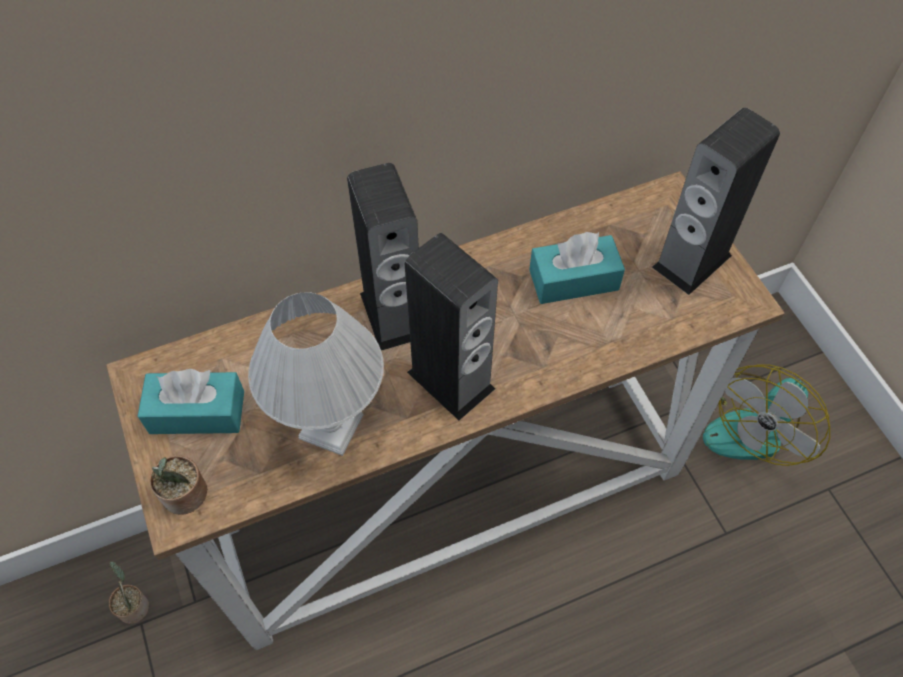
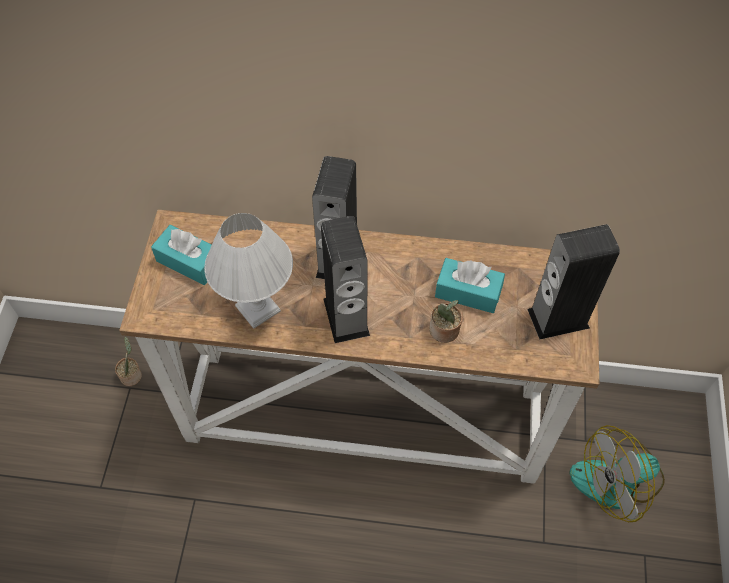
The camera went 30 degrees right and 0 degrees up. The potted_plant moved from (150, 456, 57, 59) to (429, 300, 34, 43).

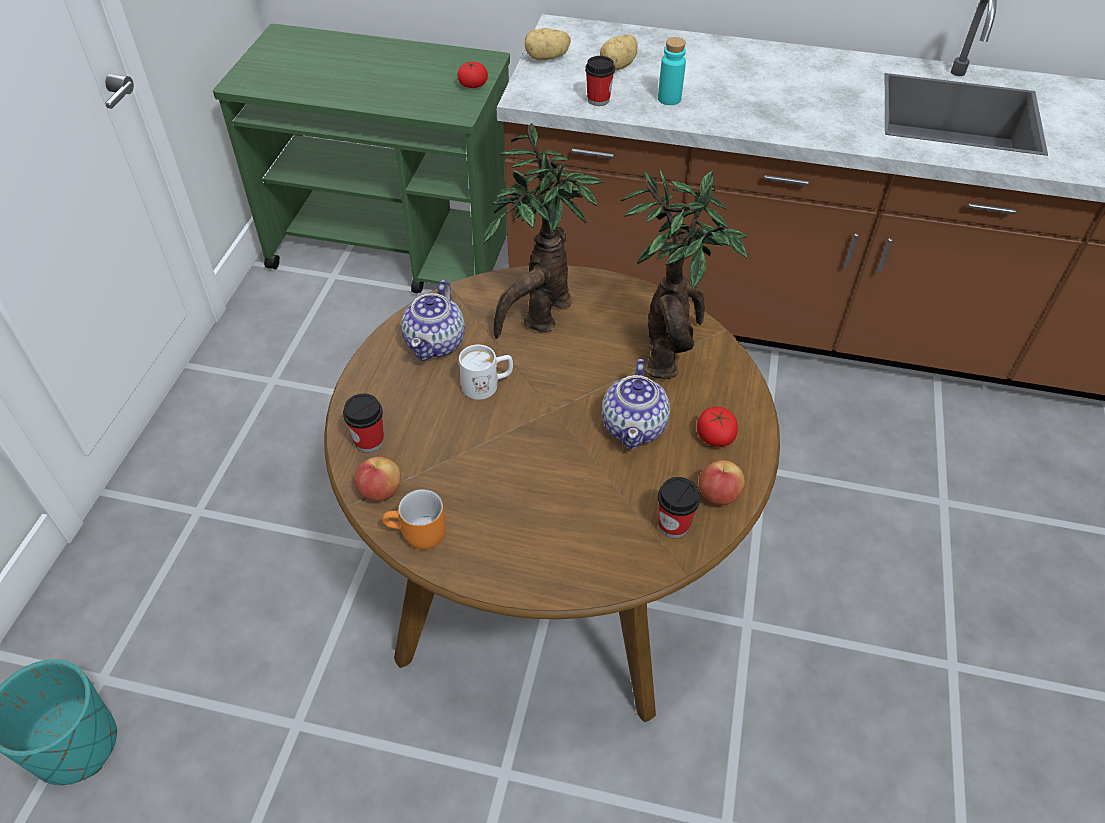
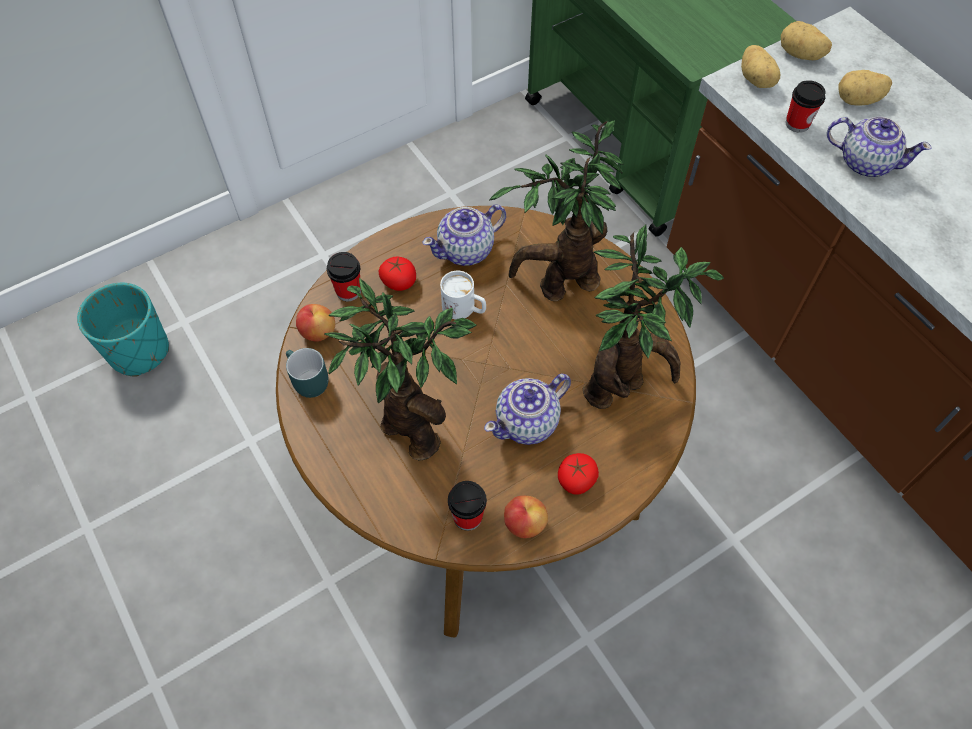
The camera went 45 degrees right and 10 degrees up. The potted_plant at (324, 278, 152, 183) appeared. The whole_potato at (741, 45, 39, 43) appeared. The tomato moved from (457, 62, 31, 26) to (379, 256, 37, 35). The blue-green_bottle at (658, 37, 28, 68) was replaced by the pot_for_tea at (827, 116, 105, 61). The orangey_coffee_mug at (382, 489, 64, 61) became the blue-green_coffee_mug at (286, 348, 42, 50).

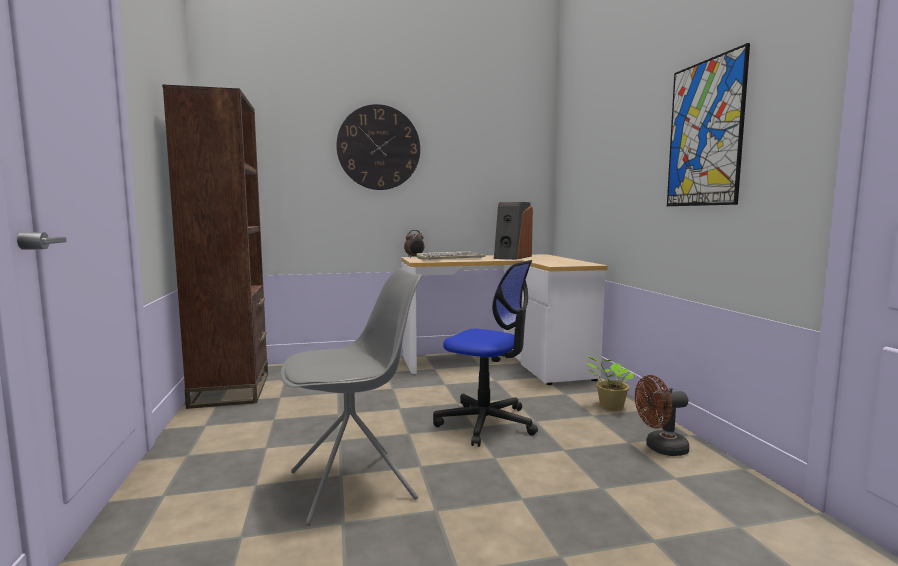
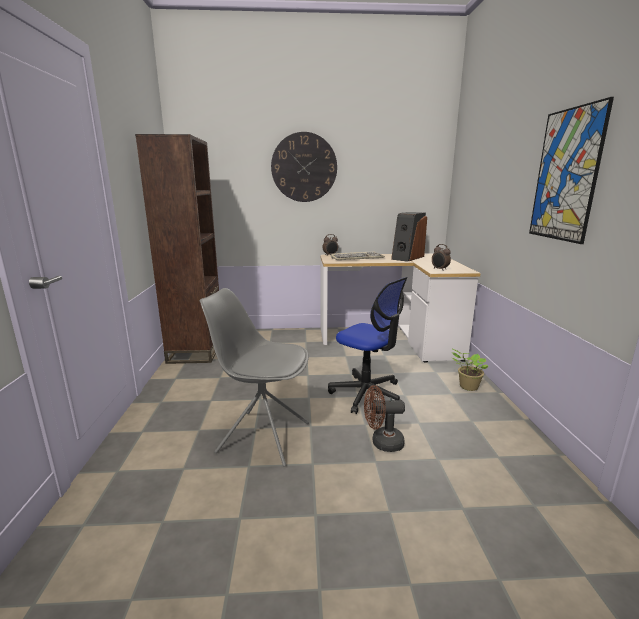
The camera went 10 degrees right and 10 degrees up. The alarm_clock at (432, 244, 19, 27) appeared. The brownish_cooling_fan moved from (635, 375, 55, 81) to (364, 385, 41, 67). The grey_upright_chair at (280, 268, 143, 258) turned 150 degrees counterclockwise.

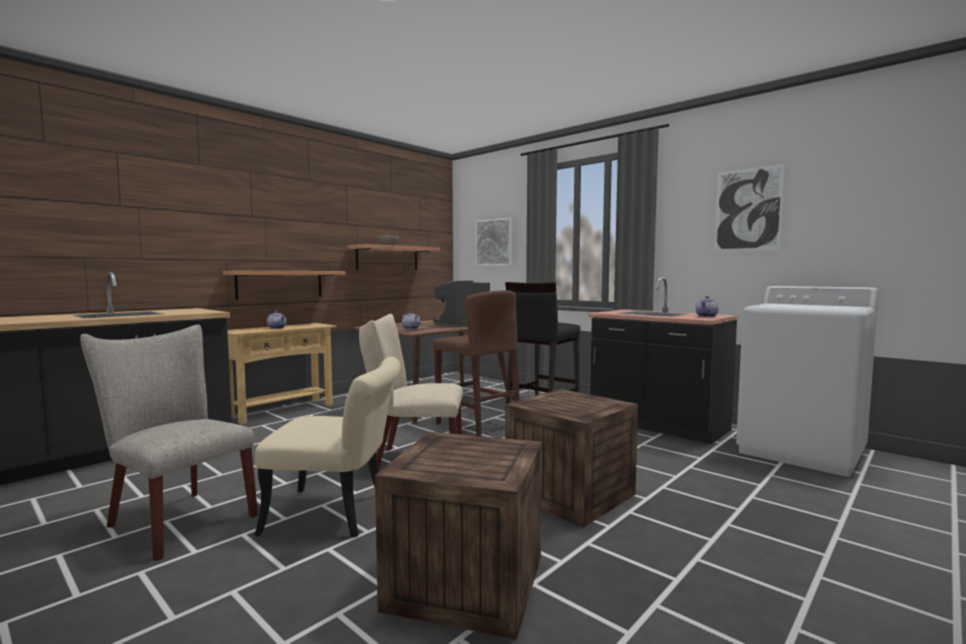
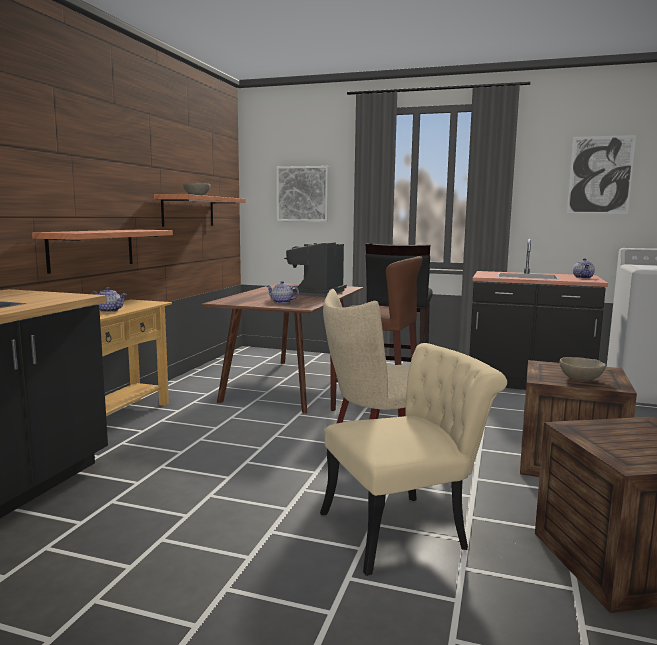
The camera went 25 degrees left and 5 degrees up. The beige-coloured_upright_chair at (80, 325, 178, 236) disappeared. The beige-coloured_serving_bowl at (560, 357, 46, 24) appeared.

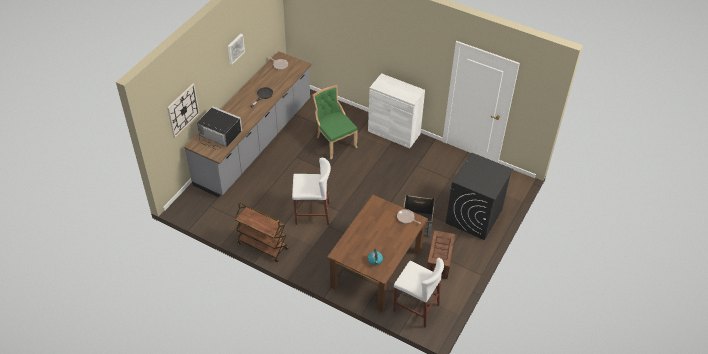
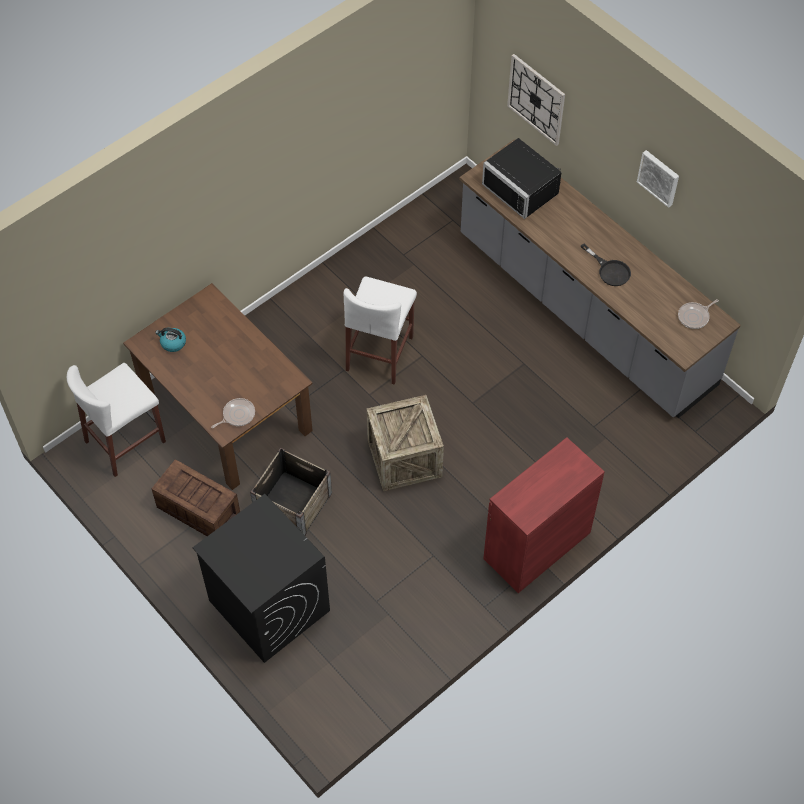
The camera went 110 degrees right and 10 degrees up. The brownish_wheeled_cart at (234, 203, 54, 59) disappeared. The greenish_upright_chair at (313, 85, 45, 74) disappeared. The crate at (366, 395, 78, 96) appeared. The white_cupboard at (368, 73, 57, 75) became the red-coloured_cupboard at (483, 437, 122, 156). The black_microwave_oven at (197, 107, 45, 43) turned 90 degrees clockwise.

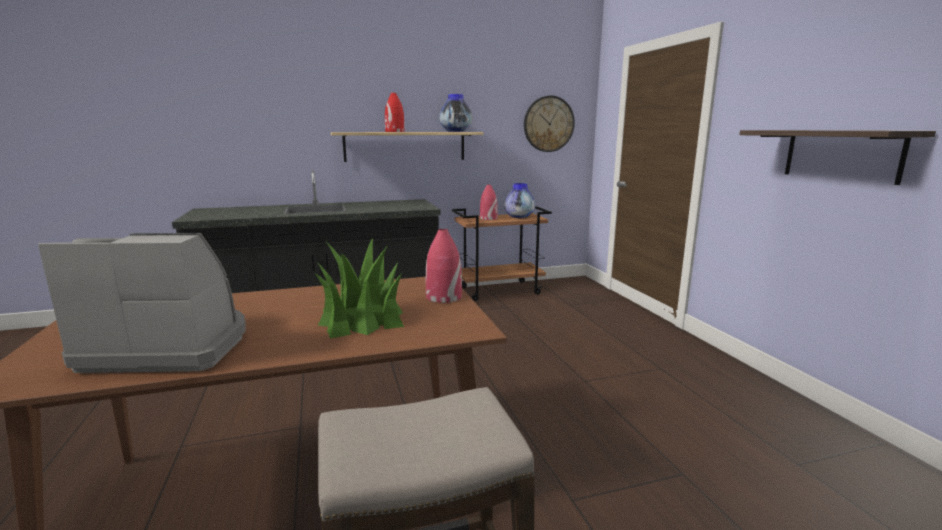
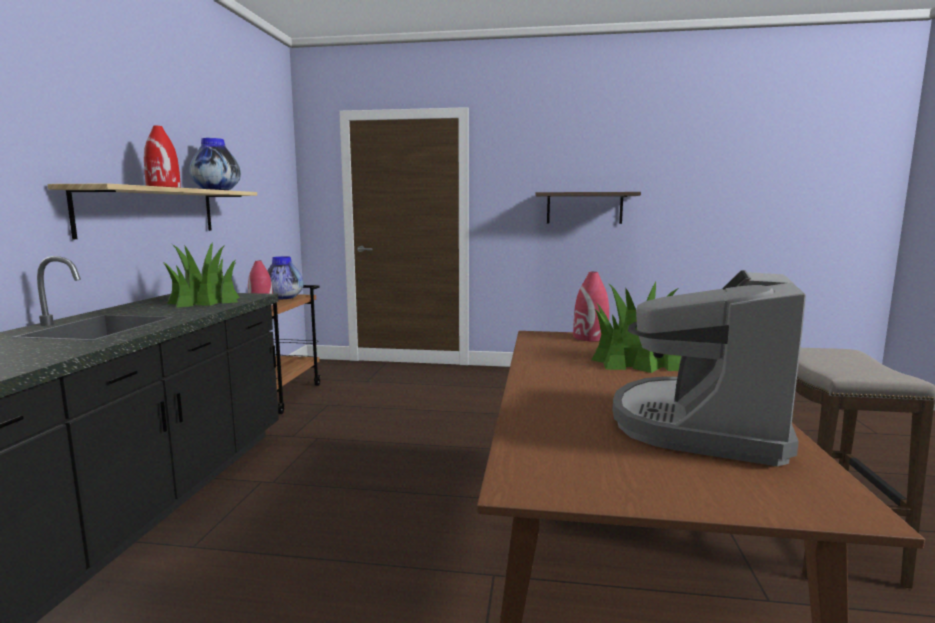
The camera went 65 degrees left and 5 degrees down. The wall_clock at (524, 95, 51, 57) disappeared. The potted_plant at (164, 241, 76, 67) appeared.

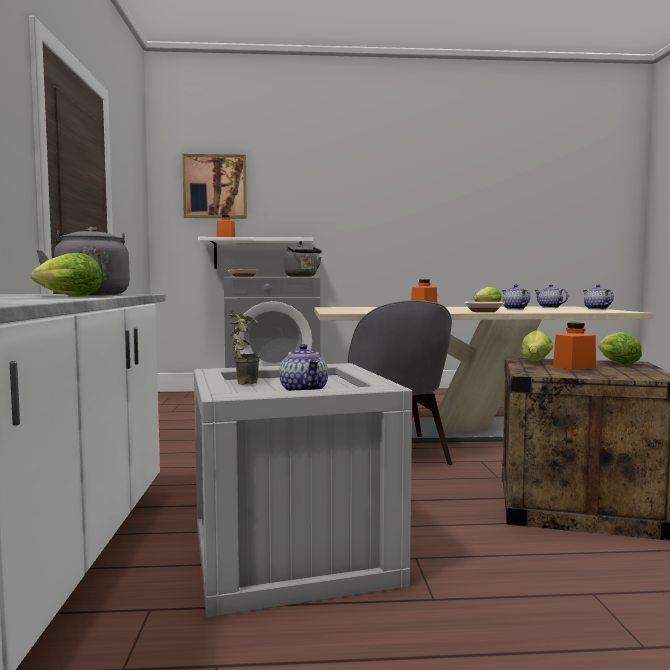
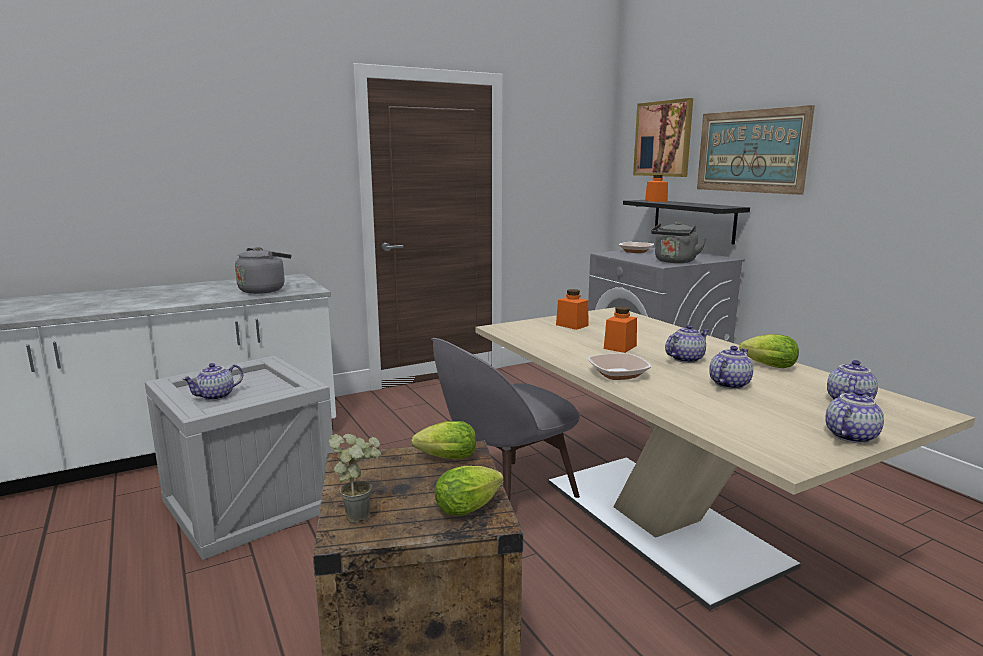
The camera went 65 degrees right and 10 degrees up. The lettuce at (31, 253, 71, 44) disappeared. The pot_for_tea at (665, 325, 44, 38) appeared. The picture at (697, 105, 118, 90) appeared. The potted_plant moved from (228, 310, 32, 75) to (328, 434, 53, 89). The orangey_jar moved from (553, 323, 43, 47) to (556, 289, 32, 41). The white_bracket_shelf at (198, 237, 115, 31) became the black_bracket_shelf at (623, 200, 127, 45).

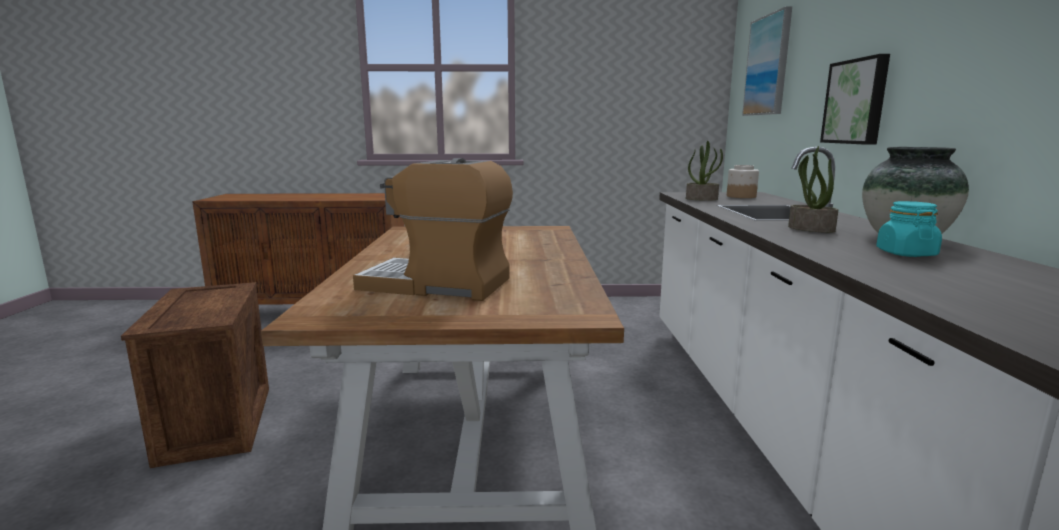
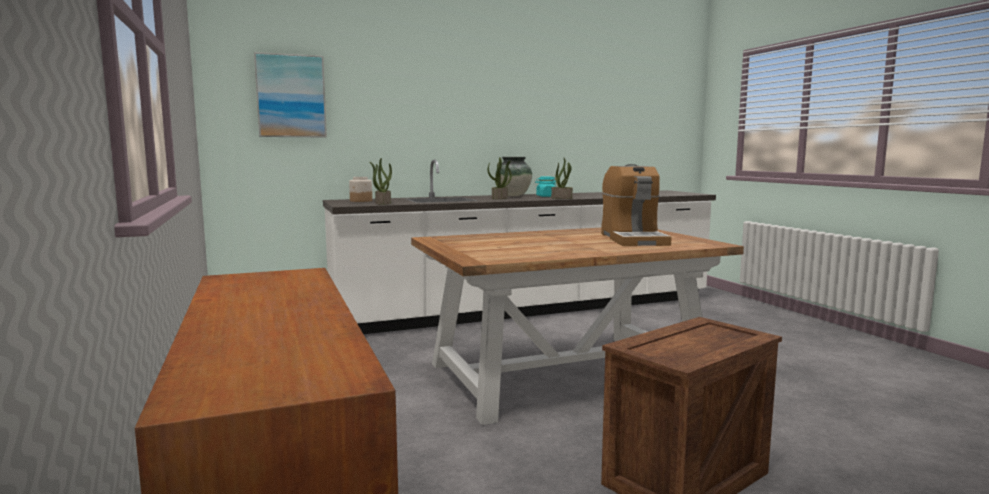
The camera went 110 degrees left and 5 degrees down. The picture at (820, 54, 70, 91) disappeared. The potted_plant at (551, 158, 22, 41) appeared.

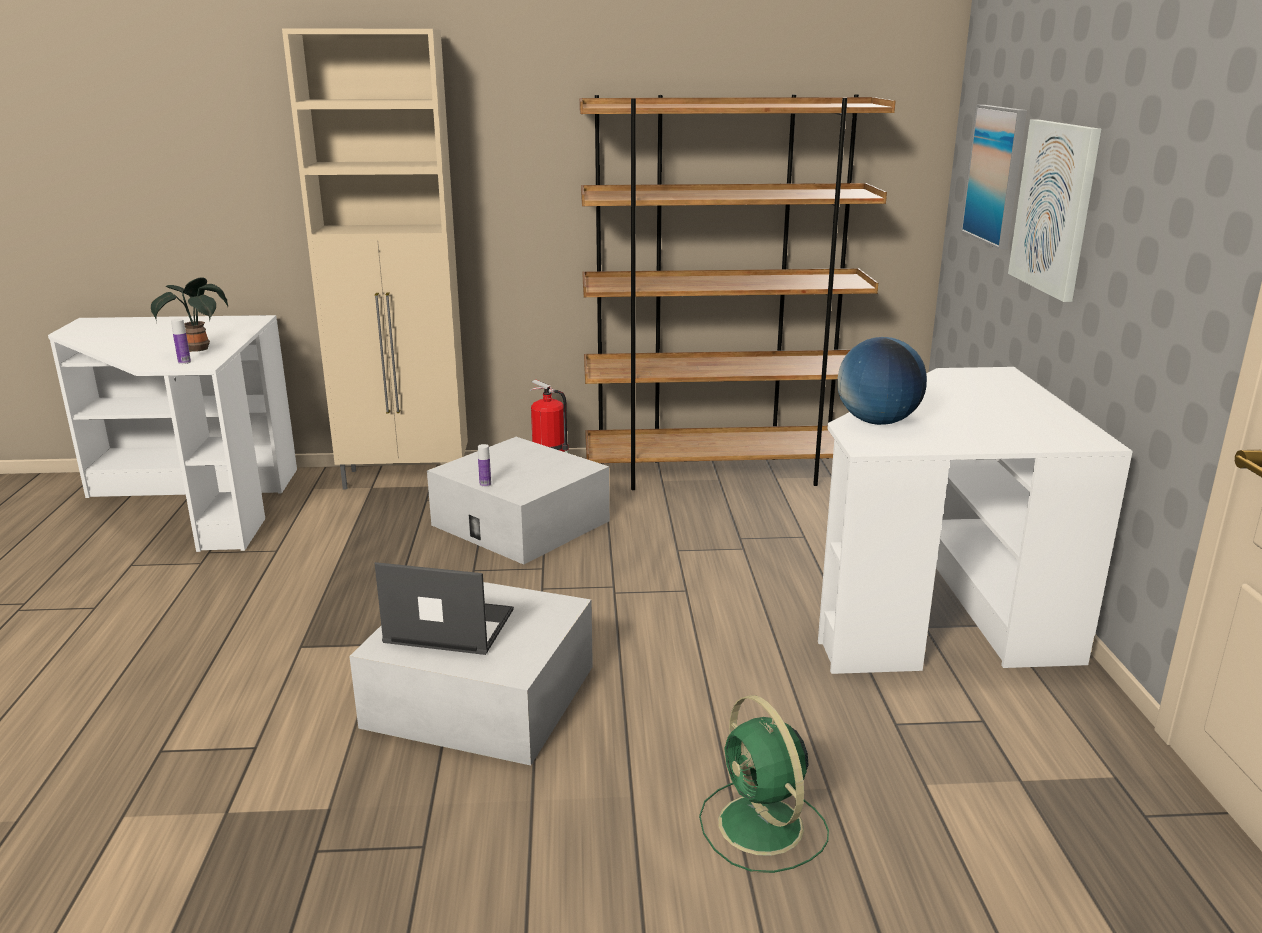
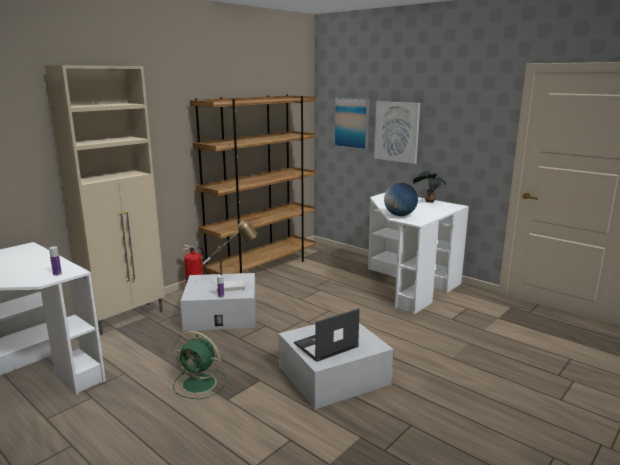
The camera went 45 degrees left and 5 degrees down. The lamp_for_a_table at (203, 220, 55, 72) appeared. The potted_plant moved from (151, 278, 77, 74) to (413, 171, 33, 32). The greenish_cooling_fan moved from (699, 695, 130, 178) to (173, 331, 54, 68).

